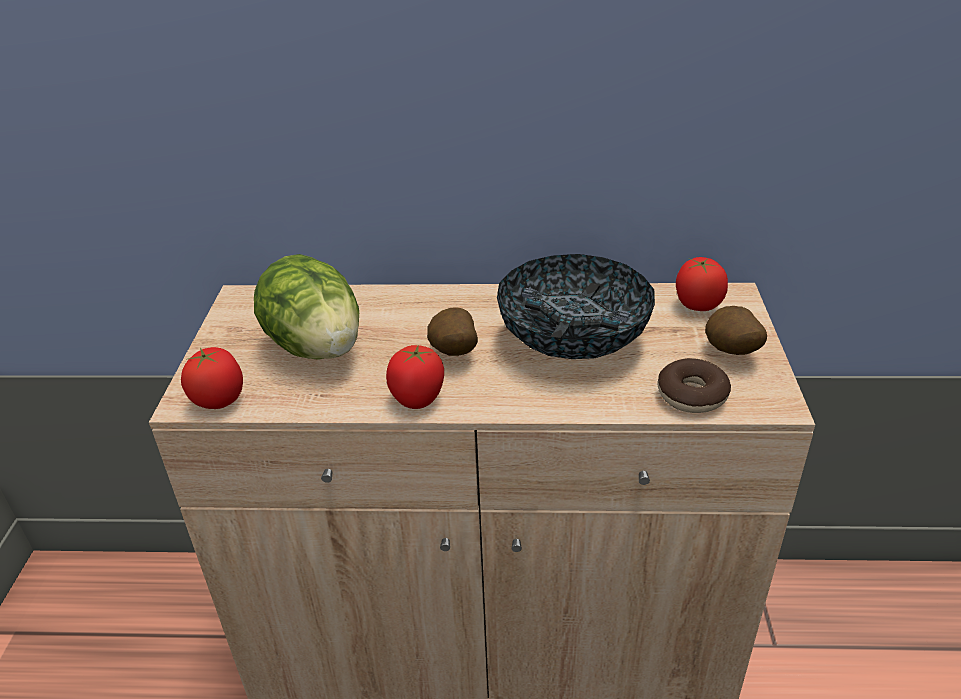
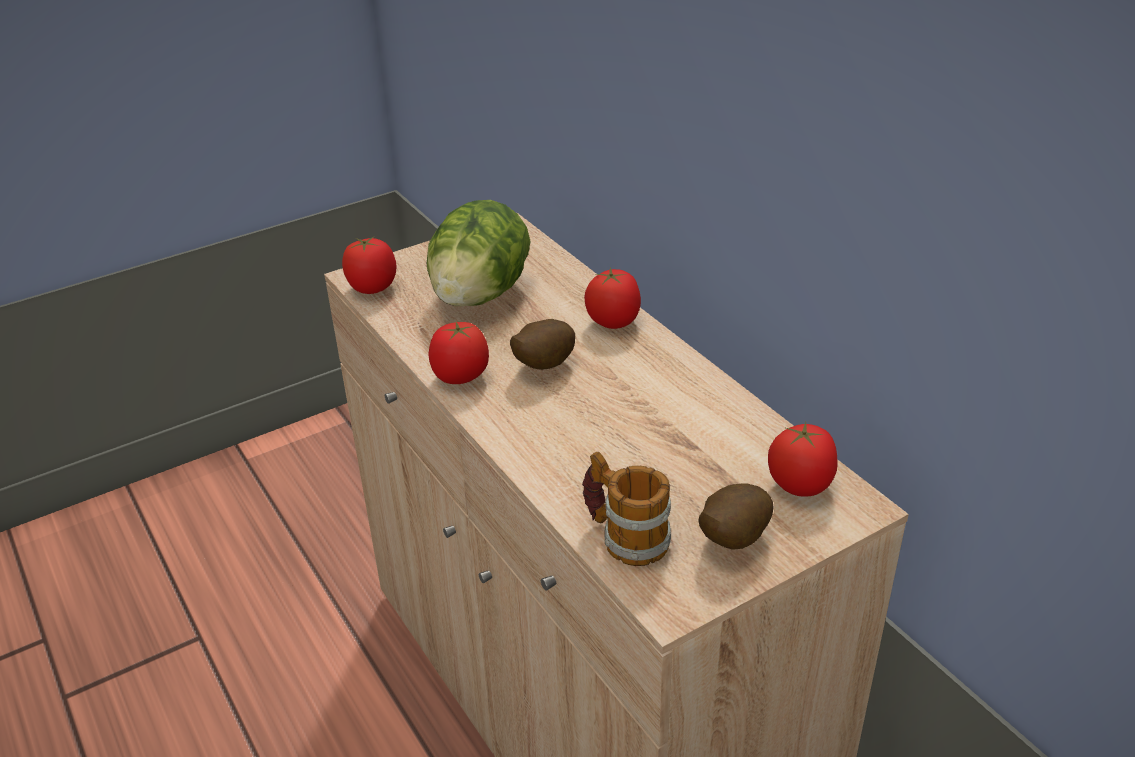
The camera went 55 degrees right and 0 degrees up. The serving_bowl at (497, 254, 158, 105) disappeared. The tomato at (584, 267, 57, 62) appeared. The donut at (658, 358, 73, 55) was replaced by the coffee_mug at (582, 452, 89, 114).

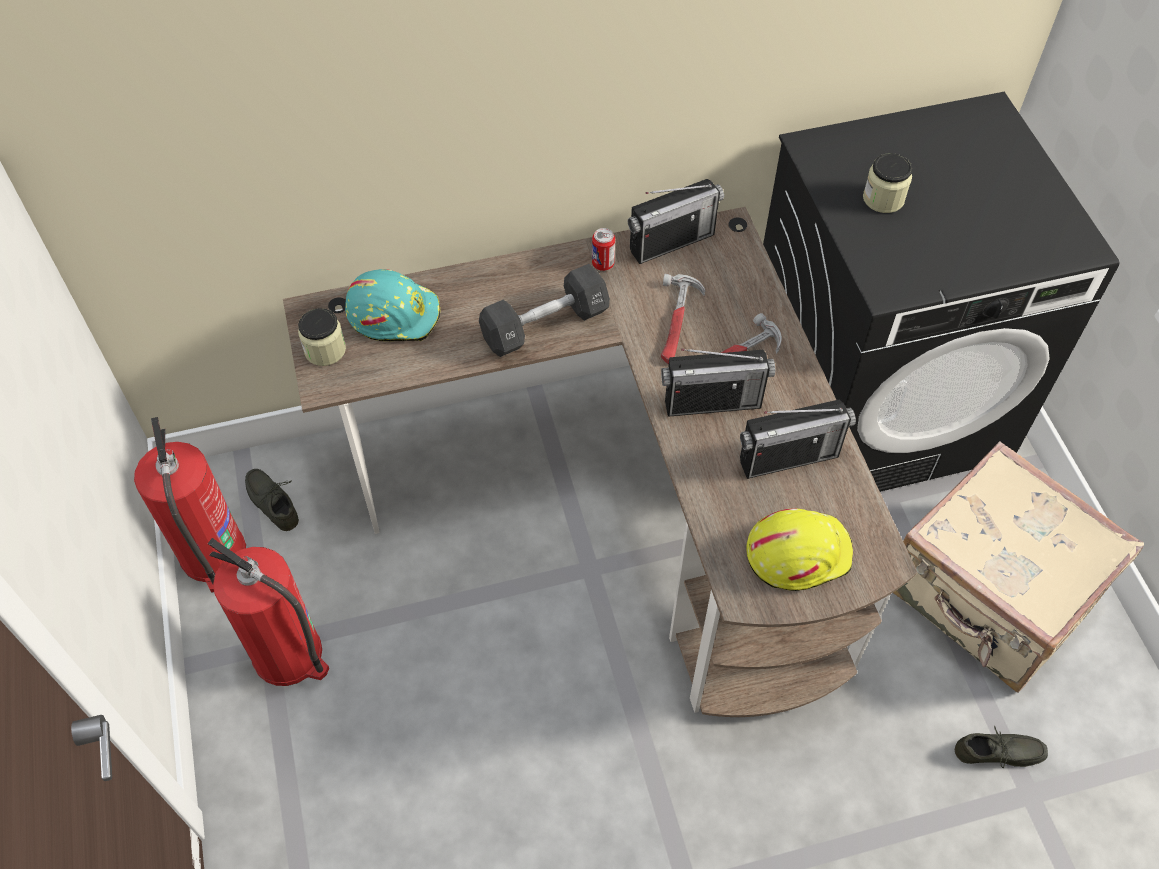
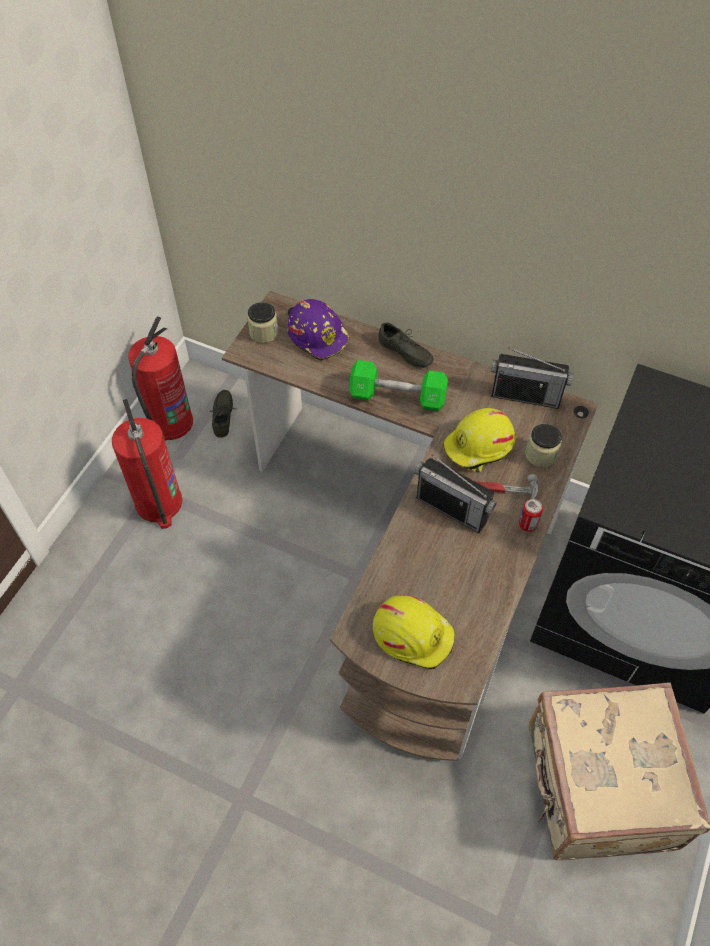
The camera went 40 degrees right and 0 degrees up. The radio_receiver at (740, 400, 116, 79) disappeared. The sealed_can moved from (592, 228, 23, 43) to (519, 499, 24, 33). The jar moved from (863, 153, 50, 60) to (525, 424, 37, 43). The grey_low_shoe moved from (954, 725, 94, 43) to (378, 322, 56, 46). The hammer at (661, 274, 44, 90) was replaced by the yellow_safety_helmet at (443, 408, 73, 65). The blue-green_safety_helmet at (345, 269, 95, 72) became the purple-coloured_safety_helmet at (288, 299, 62, 62). The black_free_weight at (479, 264, 131, 93) became the greenish_free_weight at (349, 360, 99, 51).

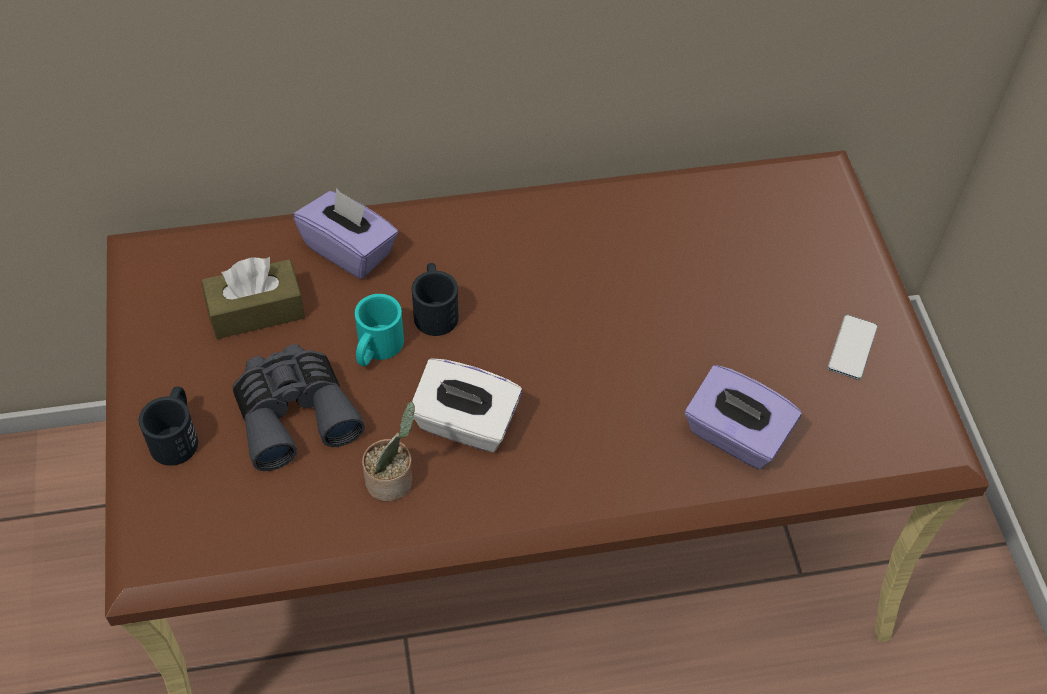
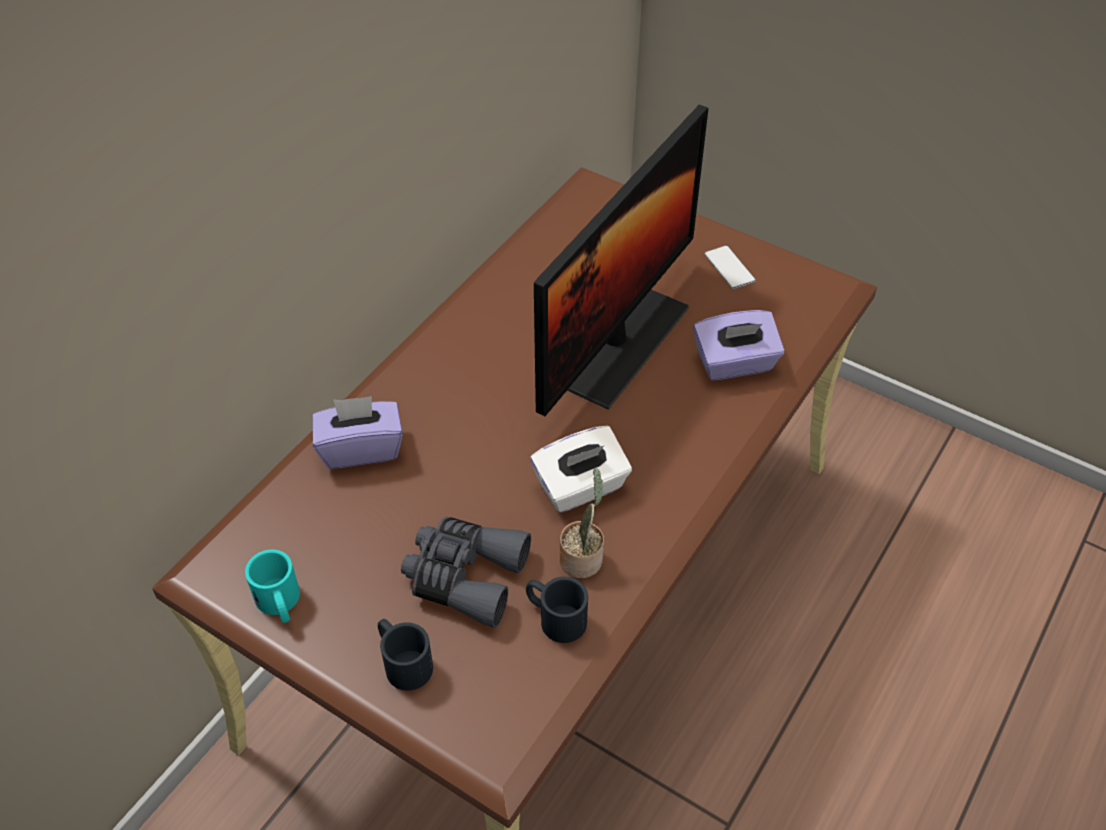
The camera went 45 degrees left and 5 degrees down. The brownish_box_of_tissues at (201, 257, 104, 82) disappeared. The computer_display at (534, 105, 174, 311) appeared. The blue-green_coffee_mug moved from (355, 294, 49, 72) to (245, 549, 55, 74). The black_coffee_mug moved from (412, 263, 47, 73) to (526, 577, 62, 66).

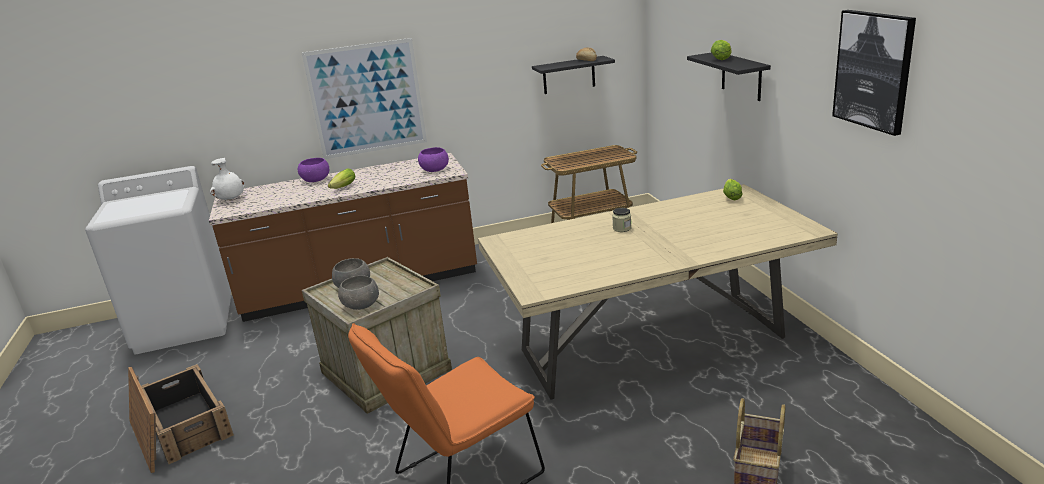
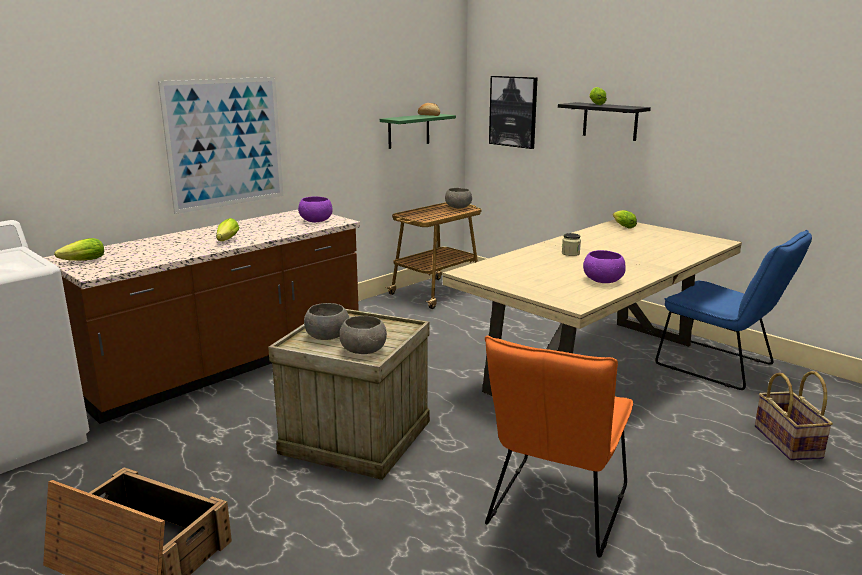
The camera went 30 degrees left and 5 degrees down. The grey_serving_bowl at (445, 188, 27, 20) appeared. The bluish_upright_chair at (655, 230, 157, 160) appeared. The purple-coloured_serving_bowl moved from (298, 158, 31, 24) to (583, 250, 43, 33). The picture moved from (832, 10, 84, 126) to (489, 76, 48, 73). The white_decorative_vase at (210, 158, 35, 42) was replaced by the lettuce at (54, 238, 50, 23). The black_bracket_shelf at (532, 56, 83, 38) became the greenish_bracket_shelf at (380, 114, 76, 35).

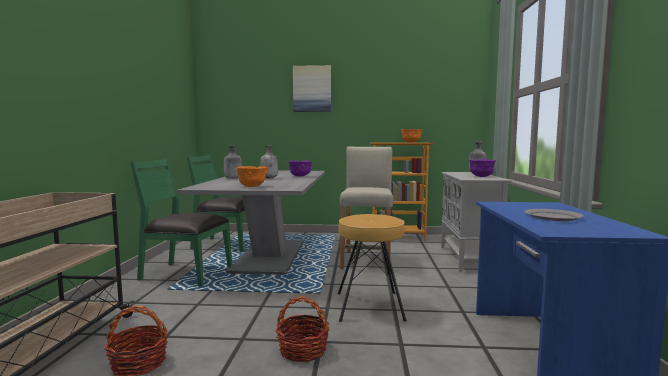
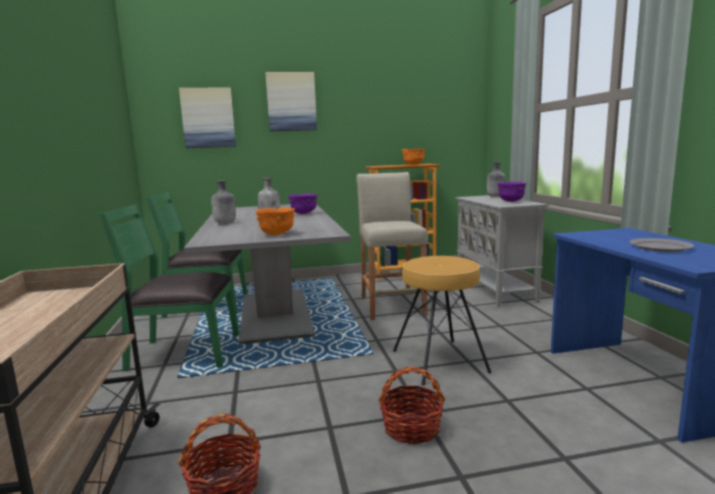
The camera went 15 degrees left and 5 degrees up. The picture at (179, 87, 57, 61) appeared.

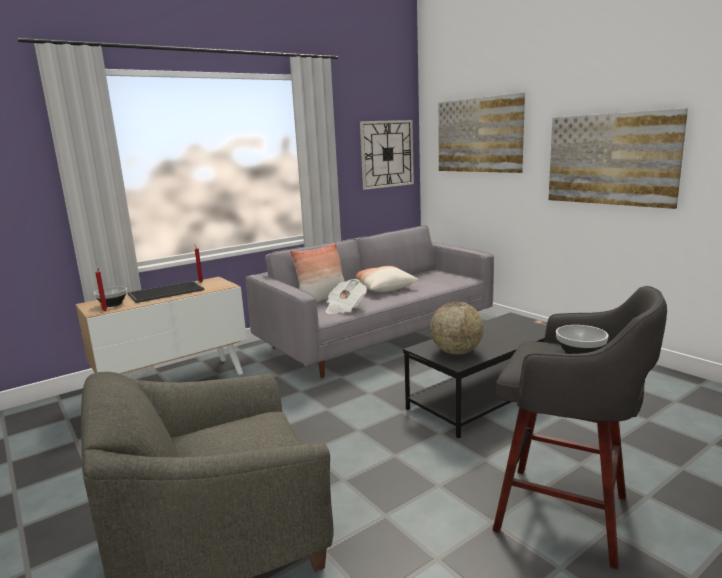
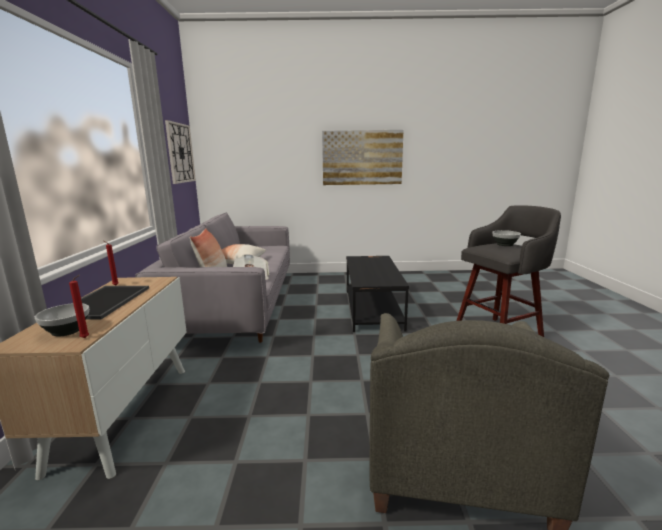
The camera went 55 degrees left and 0 degrees up. The globe at (430, 302, 54, 53) disappeared. The picture at (438, 93, 87, 80) disappeared.

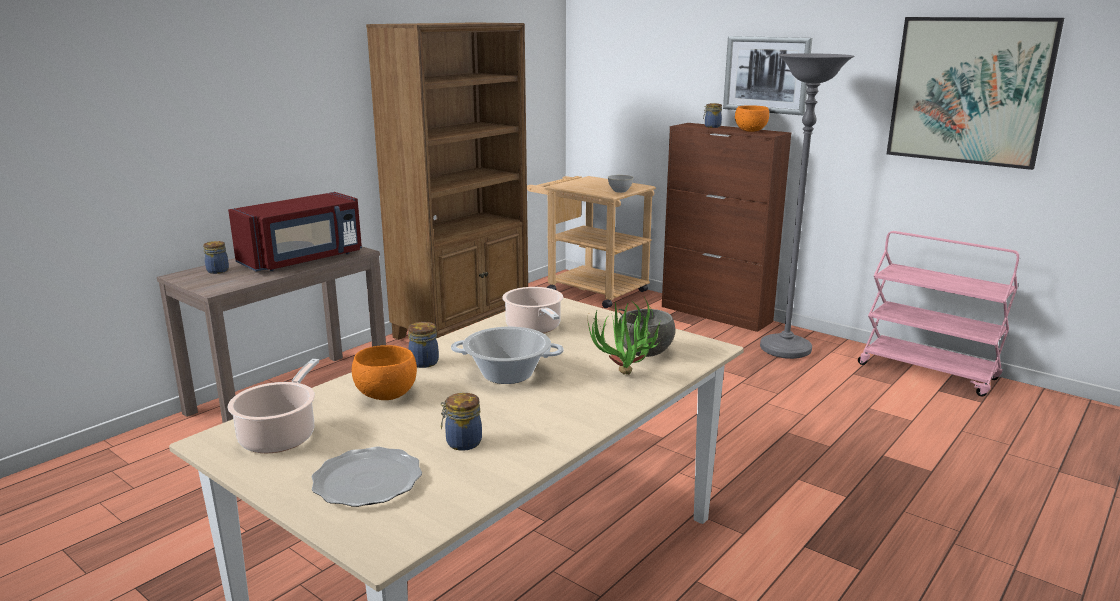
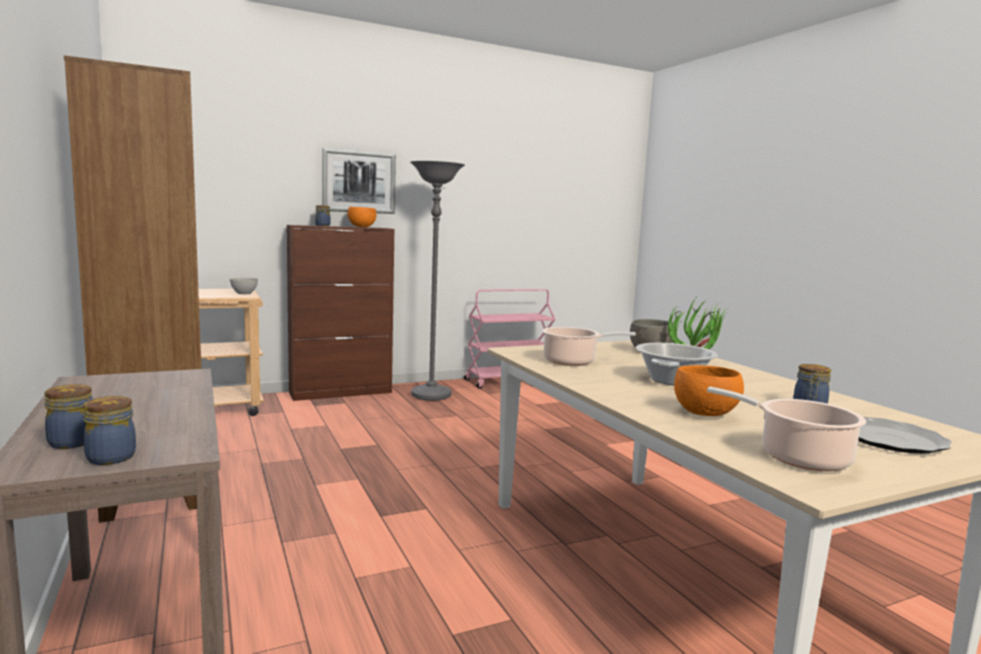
The camera went 65 degrees left and 10 degrees down. The red-coloured_microwave_oven at (228, 192, 134, 79) disappeared. The picture at (887, 17, 177, 153) disappeared. The jar moved from (408, 322, 31, 46) to (83, 396, 53, 69).

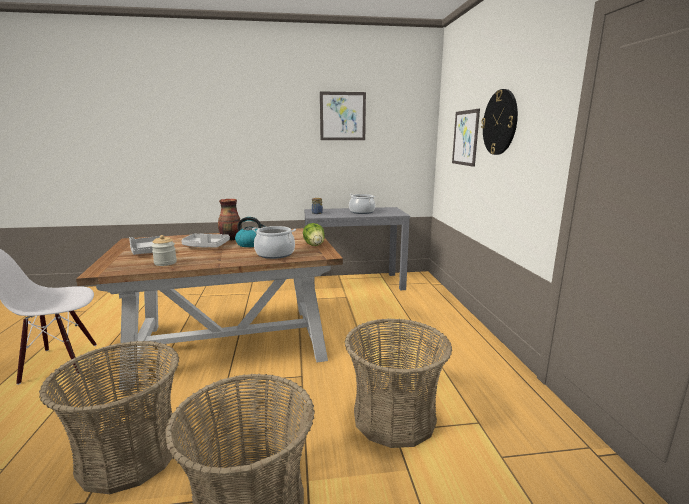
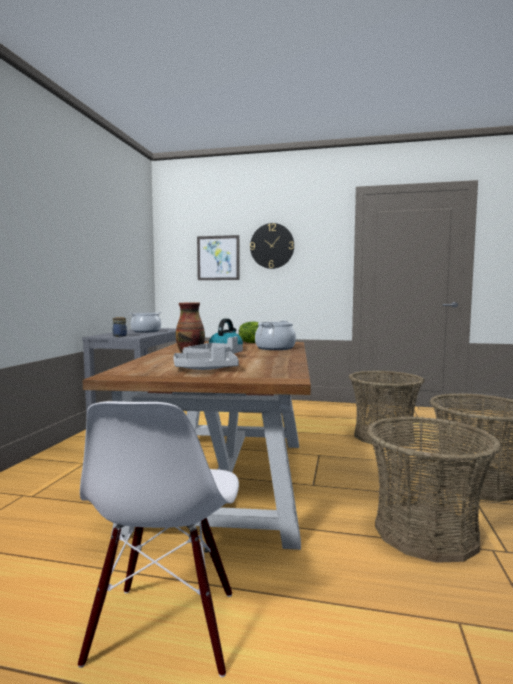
The camera went 70 degrees left and 10 degrees down. The jar at (151, 235, 26, 31) disappeared. The picture at (320, 91, 46, 49) disappeared.

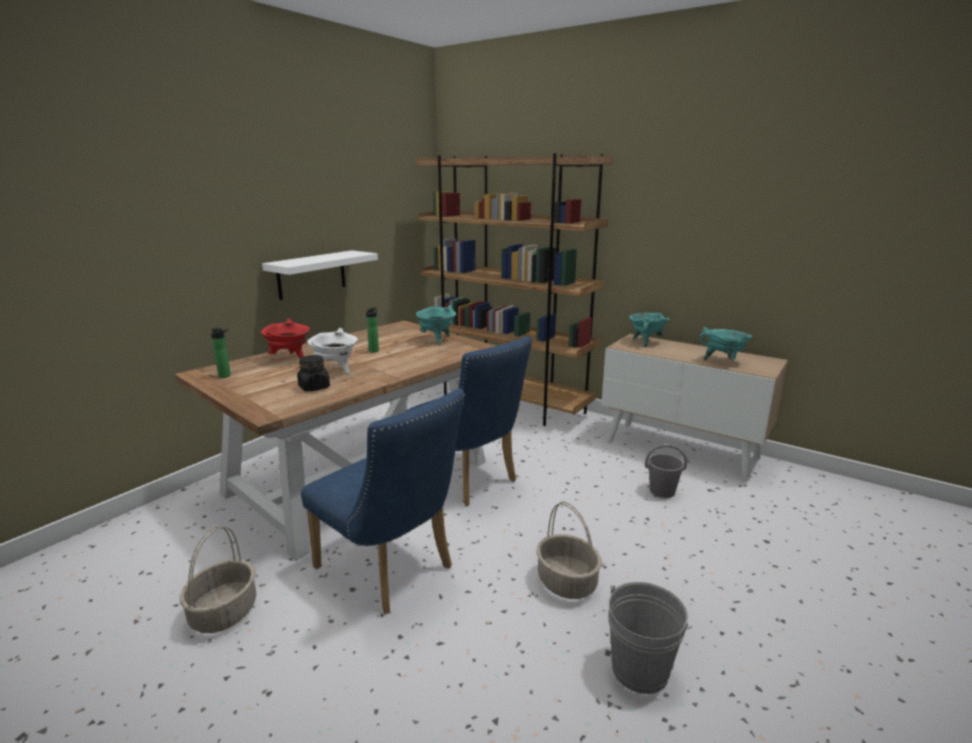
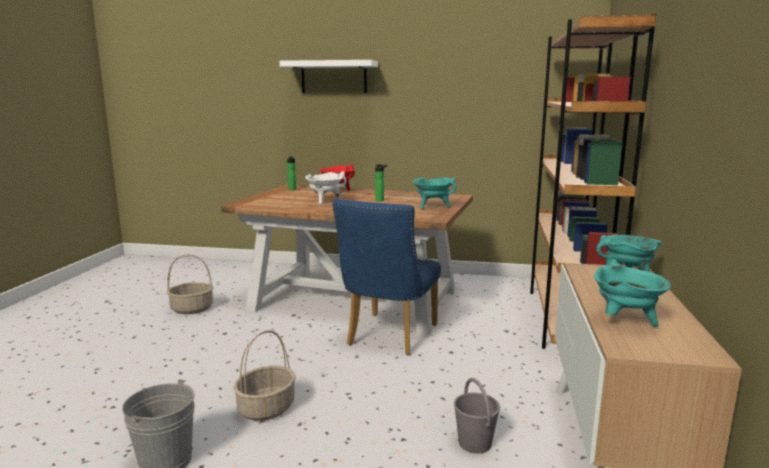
The camera went 65 degrees right and 5 degrees down. The black_jar at (297, 355, 33, 37) disappeared. The bluish_upright_chair at (301, 388, 164, 226) disappeared. The white_bracket_shelf moved from (262, 250, 116, 50) to (279, 60, 99, 33).

